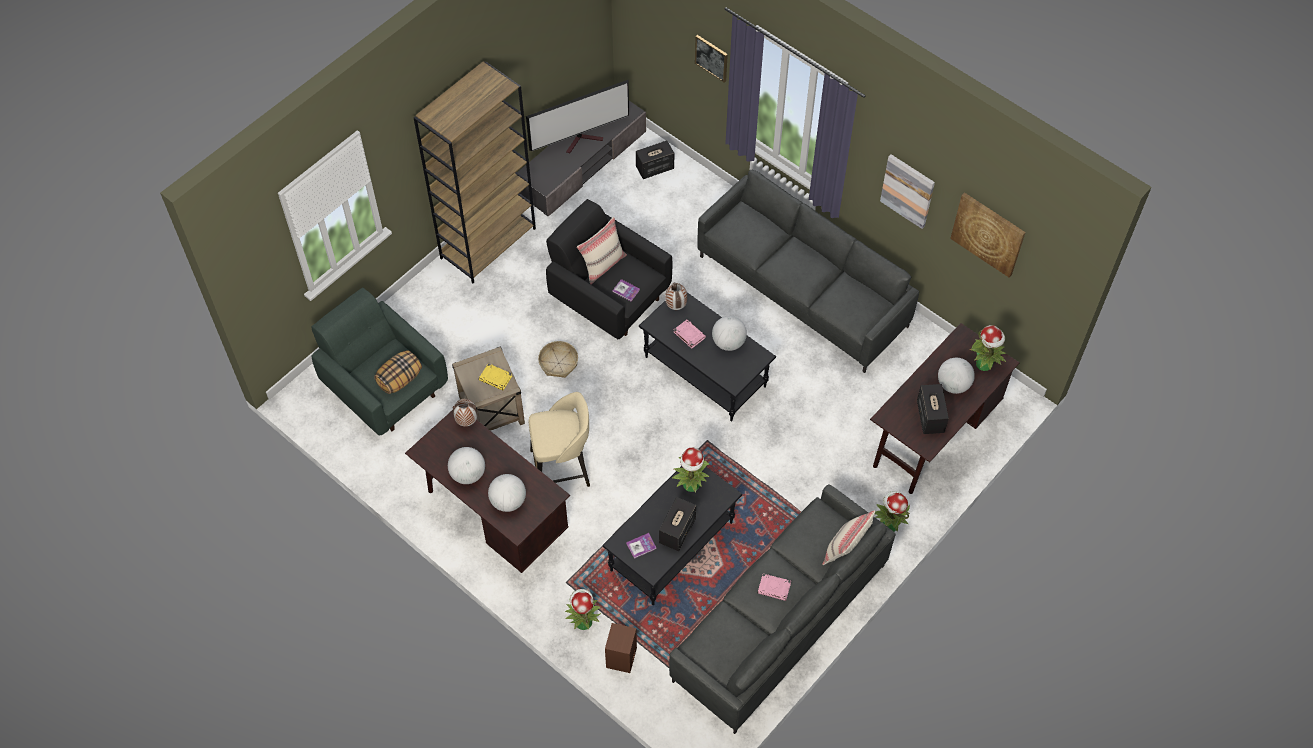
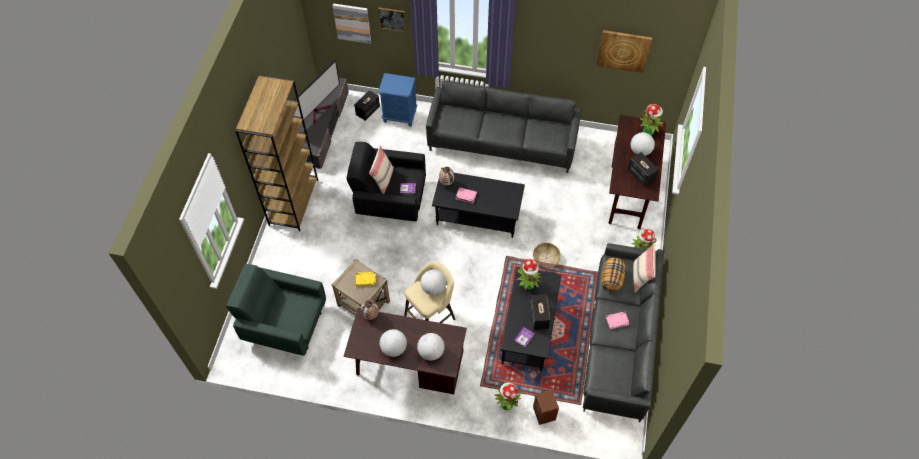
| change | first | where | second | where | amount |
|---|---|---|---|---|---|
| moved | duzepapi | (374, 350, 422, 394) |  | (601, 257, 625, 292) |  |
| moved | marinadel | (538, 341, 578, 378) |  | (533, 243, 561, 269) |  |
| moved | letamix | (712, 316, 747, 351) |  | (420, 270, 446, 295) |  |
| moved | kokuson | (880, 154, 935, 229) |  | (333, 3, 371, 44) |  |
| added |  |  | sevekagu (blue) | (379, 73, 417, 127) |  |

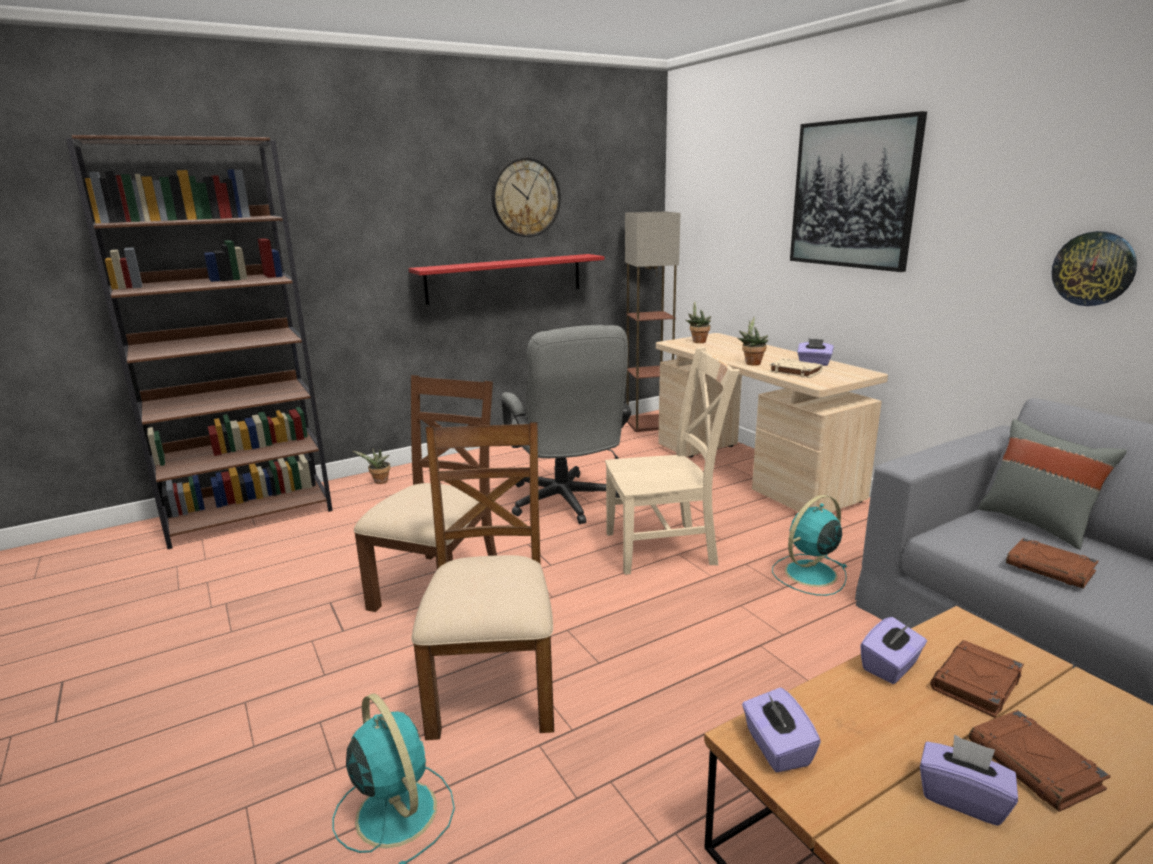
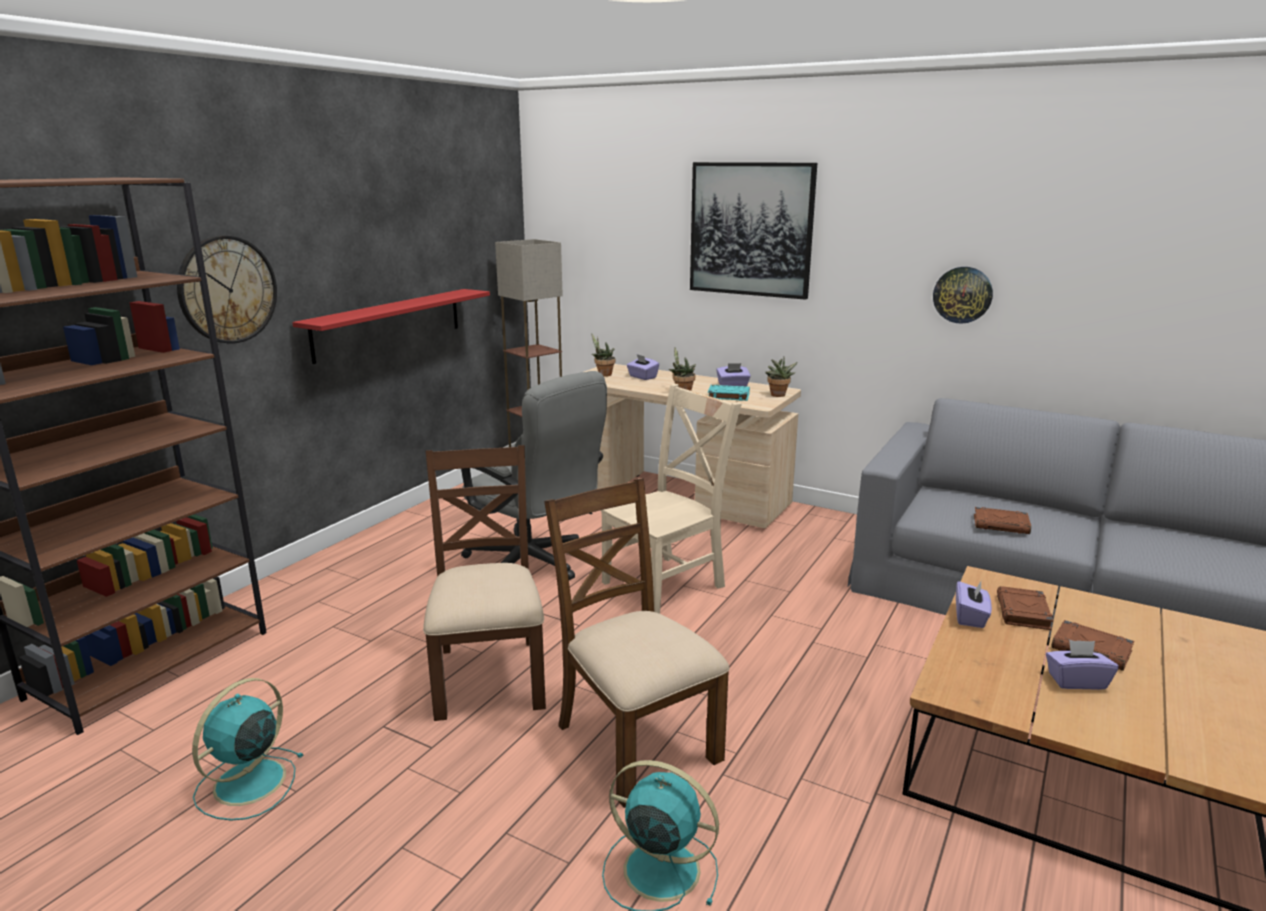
| change | first | where | second | where | amount |
|---|---|---|---|---|---|
| moved | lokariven | (353, 448, 390, 484) |  | (765, 357, 798, 397) |  |
| moved | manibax | (491, 158, 561, 237) |  | (177, 236, 277, 344) |  |
| moved | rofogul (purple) | (742, 687, 821, 772) |  | (627, 354, 659, 380) |  |
| recoloured | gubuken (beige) | (769, 359, 823, 378) | gubuken (turquoise) | (708, 385, 750, 401) |  |
| moved | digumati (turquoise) | (772, 495, 848, 596) |  | (192, 678, 304, 821) |  |
| removed | duzepapi (grey) | (978, 419, 1127, 550) |  |  |  |

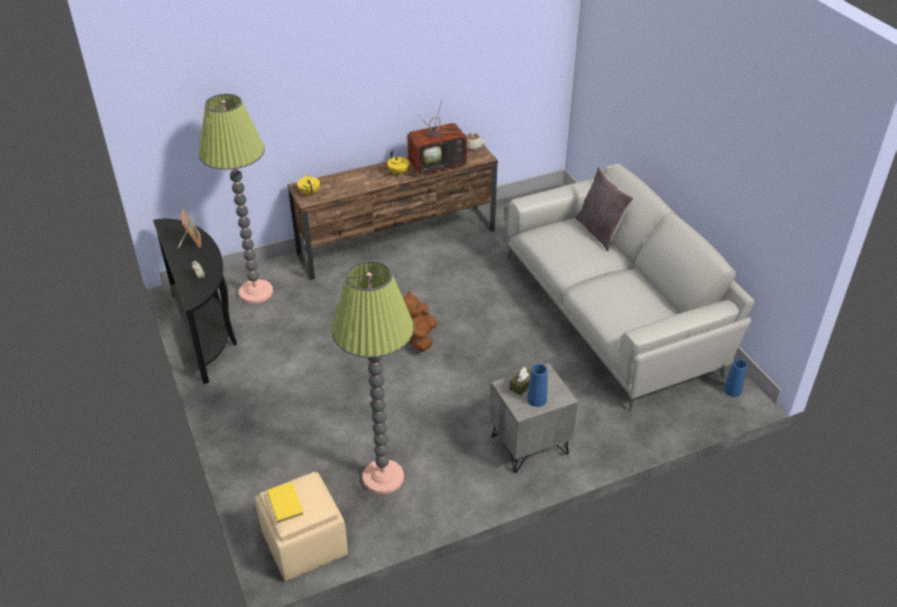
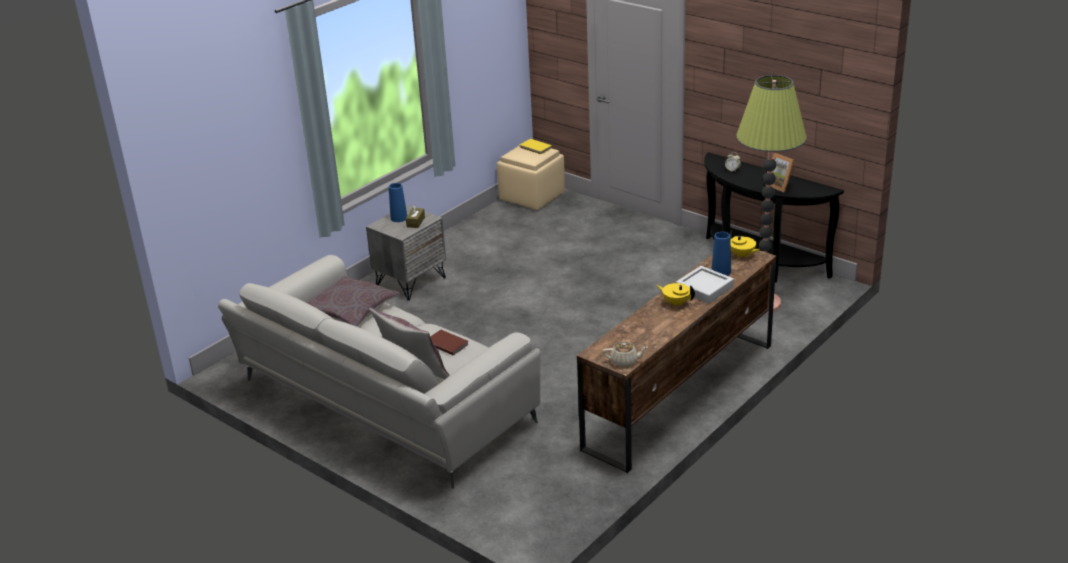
| change | first | where | second | where | amount |
|---|---|---|---|---|---|
| removed | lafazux | (332, 261, 414, 494) |  |  |  |
| removed | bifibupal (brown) | (403, 291, 437, 352) |  |  |  |
| removed | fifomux | (407, 99, 469, 176) |  |  |  |
| moved | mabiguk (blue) | (724, 359, 747, 397) |  | (711, 232, 731, 276) |  |
| added |  |  | duzepapi (grey) | (308, 276, 400, 327) |  |
| added |  |  | gubuken (brown) | (430, 330, 469, 355) |  |
| added |  |  | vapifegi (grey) | (676, 266, 734, 304) |  |

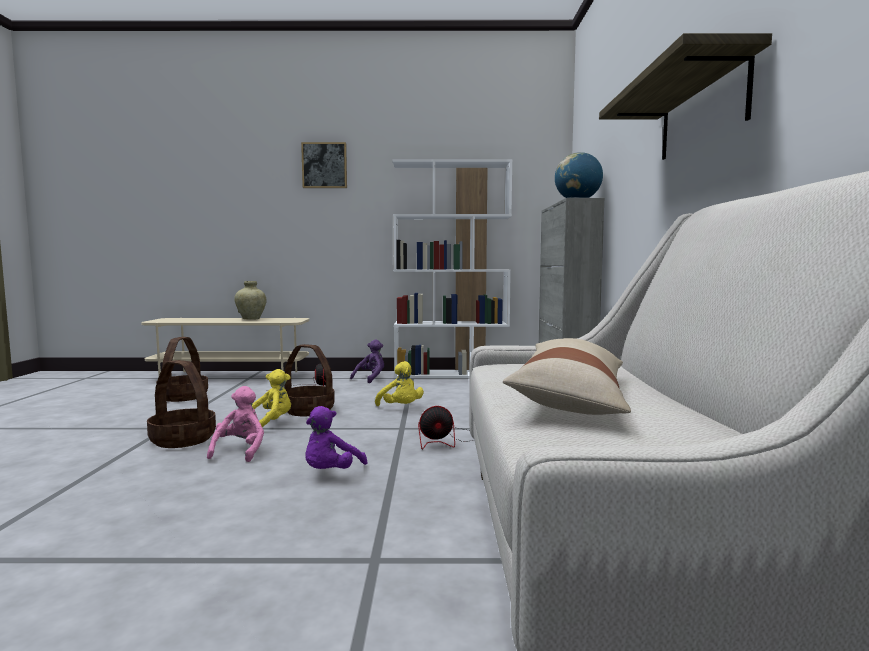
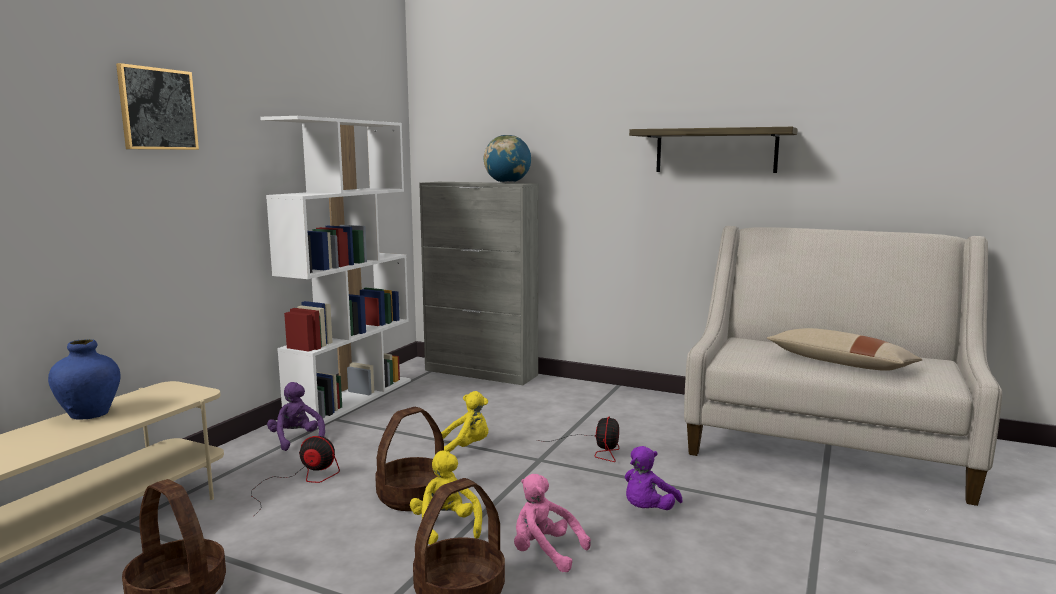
| change | first | where | second | where | amount |
|---|---|---|---|---|---|
| recoloured | mabiguk (beige) | (234, 281, 267, 320) | mabiguk (blue) | (48, 339, 121, 420) |  |
| turned | bifibupal (purple) | (306, 406, 367, 469) |  | (625, 446, 682, 510) | 75 degrees clockwise |

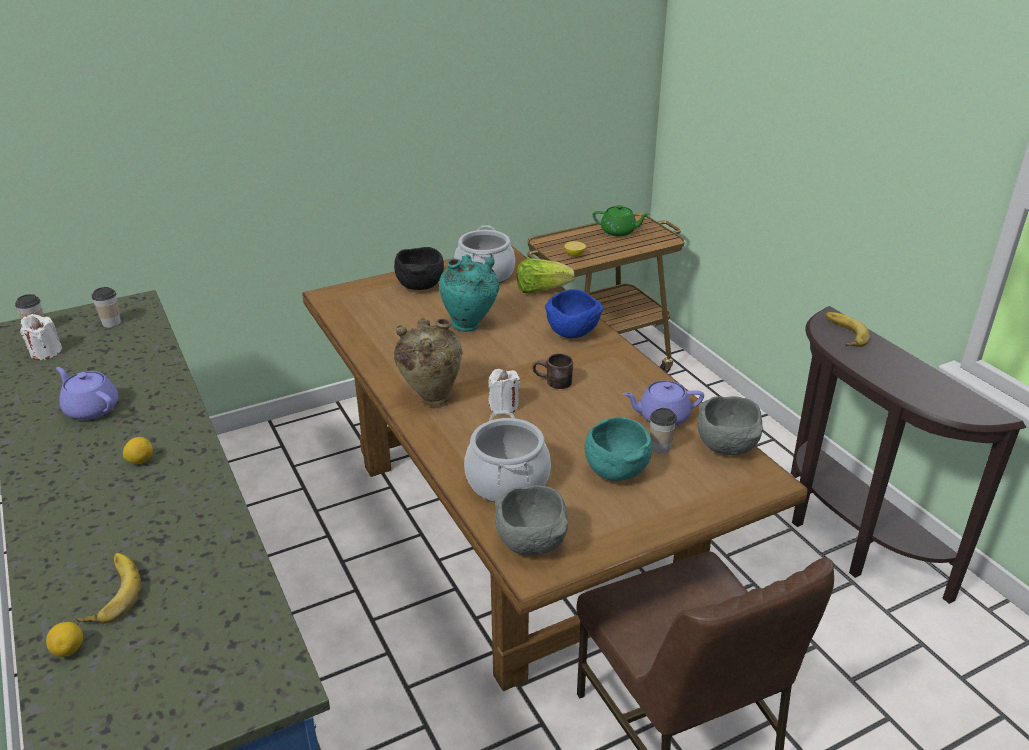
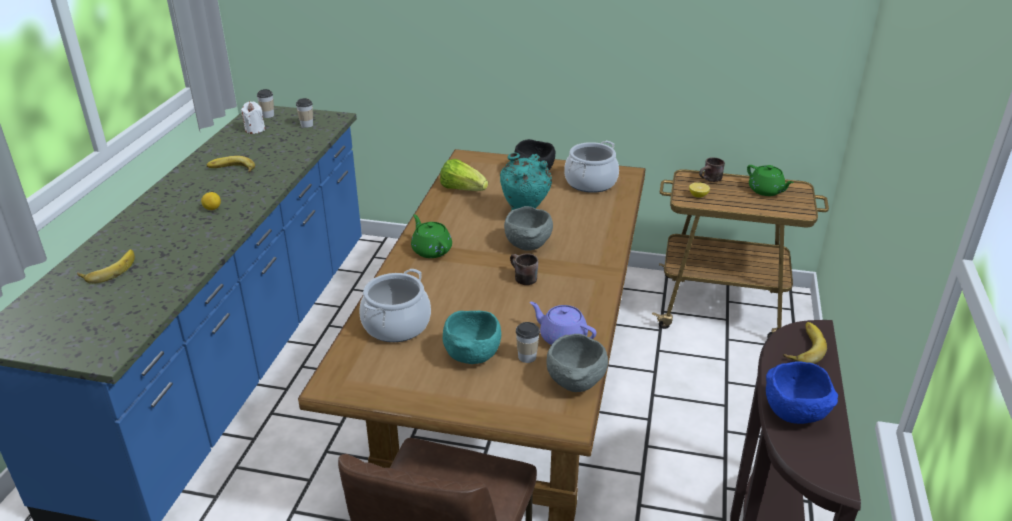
| change | first | where | second | where | amount |
|---|---|---|---|---|---|
| removed | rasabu | (46, 622, 83, 657) |  |  |  |
| replaced | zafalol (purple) | (56, 367, 118, 420) | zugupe | (206, 156, 255, 173) |  |
| replaced | mabiguk (beige) | (394, 318, 463, 406) | zafalol (green) | (411, 215, 452, 258) |  |
| removed | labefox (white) | (488, 369, 520, 415) |  |  |  |
| moved | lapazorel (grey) | (495, 485, 568, 555) |  | (504, 206, 553, 251) |  |
| moved | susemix | (517, 258, 575, 294) |  | (440, 159, 488, 191) |  |
| moved | lapazorel (blue) | (545, 289, 603, 338) |  | (766, 361, 838, 424) |  |
| added |  |  | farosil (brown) | (699, 157, 725, 182) |  |

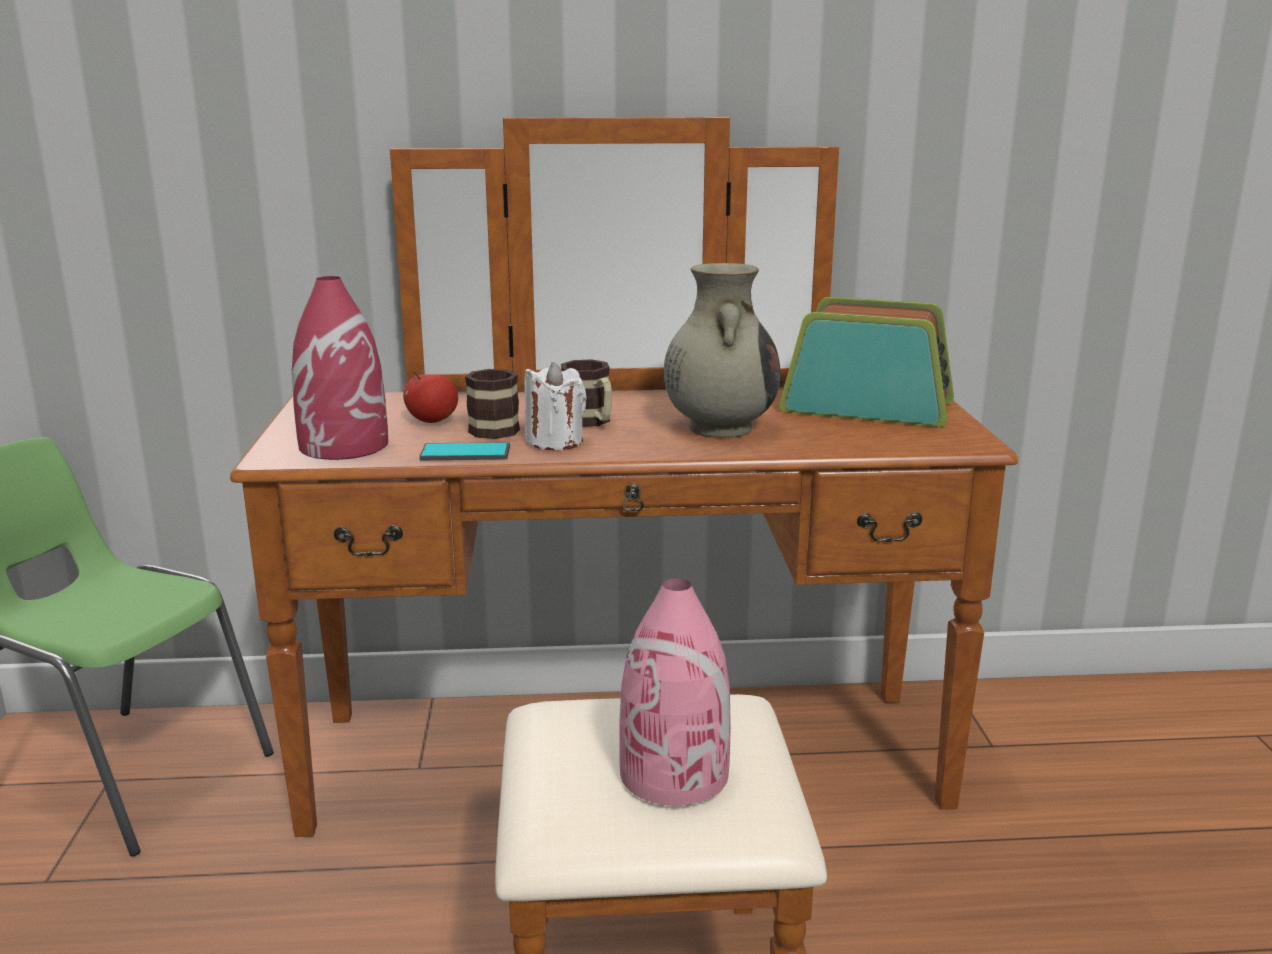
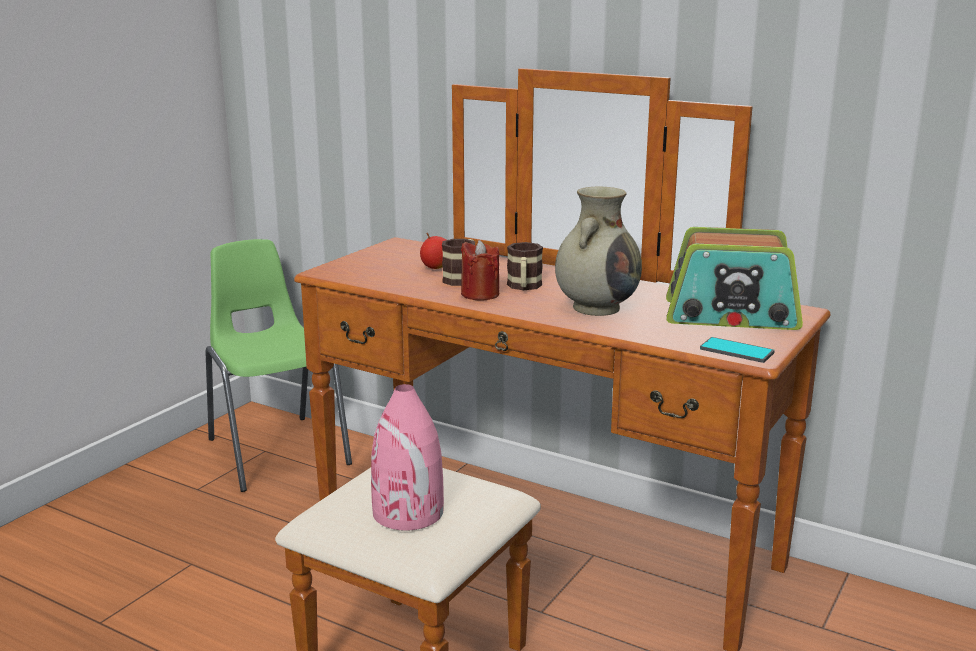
| change | first | where | second | where | amount |
|---|---|---|---|---|---|
| removed | mabiguk (red) | (292, 276, 388, 460) |  |  |  |
| moved | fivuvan | (420, 442, 510, 460) |  | (700, 337, 775, 363) |  |
| recoloured | labefox (white) | (524, 362, 587, 450) | labefox (red) | (461, 240, 499, 301) |  |
| turned | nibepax | (780, 297, 954, 427) |  | (666, 227, 803, 330) | 135 degrees clockwise |

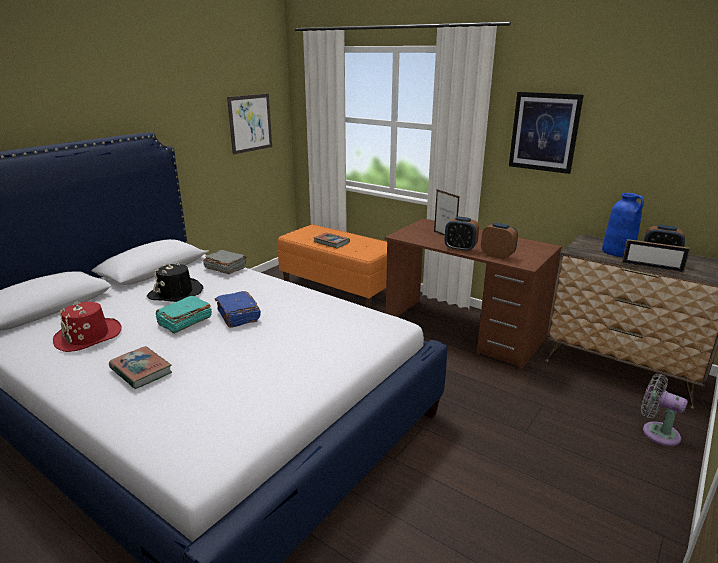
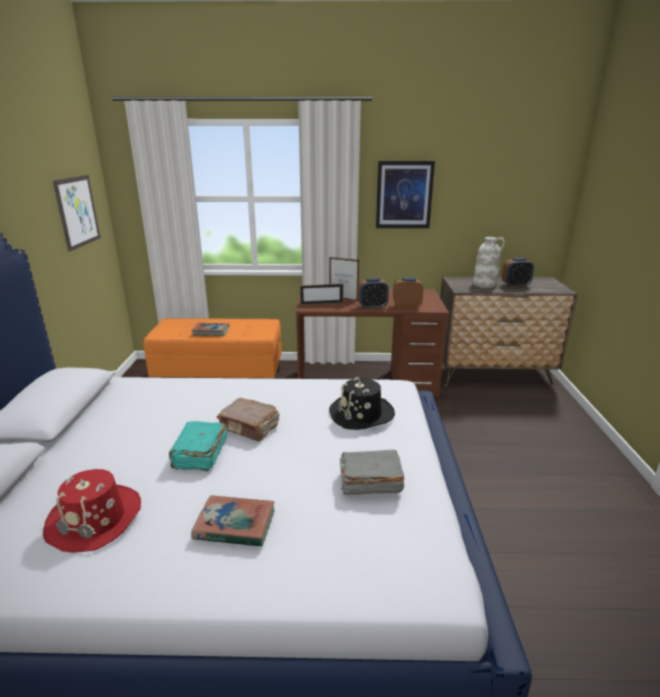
| change | first | where | second | where | amount |
|---|---|---|---|---|---|
| moved | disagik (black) | (147, 262, 203, 302) |  | (329, 377, 395, 430) |  |
| moved | gubuken (grey) | (203, 250, 247, 274) |  | (340, 450, 404, 495) |  |
| recoloured | gubuken (blue) | (215, 291, 261, 328) | gubuken (brown) | (217, 398, 279, 441) |  |
| recoloured | mabiguk (blue) | (602, 193, 644, 257) | mabiguk (white) | (473, 237, 505, 288) |  |
| moved | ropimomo | (622, 239, 691, 273) |  | (300, 283, 343, 305) |  |
| removed | digumati (grey) | (641, 374, 688, 446) |  |  |  |

